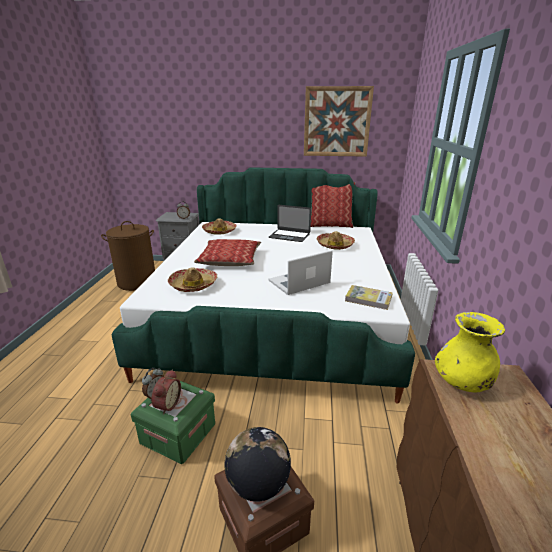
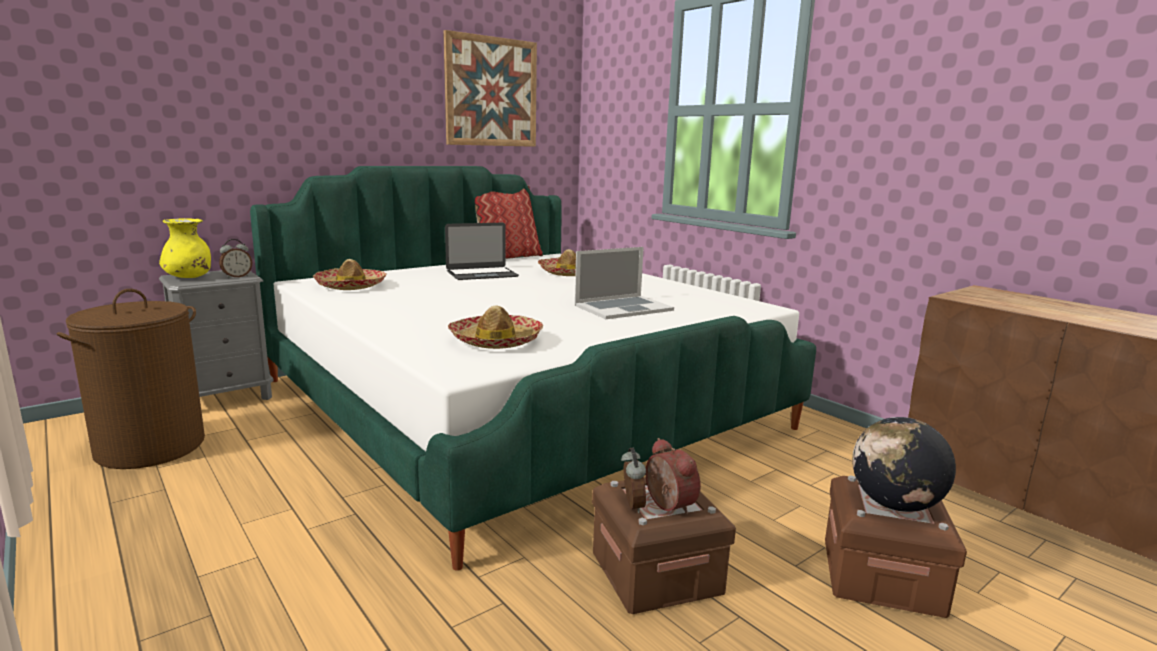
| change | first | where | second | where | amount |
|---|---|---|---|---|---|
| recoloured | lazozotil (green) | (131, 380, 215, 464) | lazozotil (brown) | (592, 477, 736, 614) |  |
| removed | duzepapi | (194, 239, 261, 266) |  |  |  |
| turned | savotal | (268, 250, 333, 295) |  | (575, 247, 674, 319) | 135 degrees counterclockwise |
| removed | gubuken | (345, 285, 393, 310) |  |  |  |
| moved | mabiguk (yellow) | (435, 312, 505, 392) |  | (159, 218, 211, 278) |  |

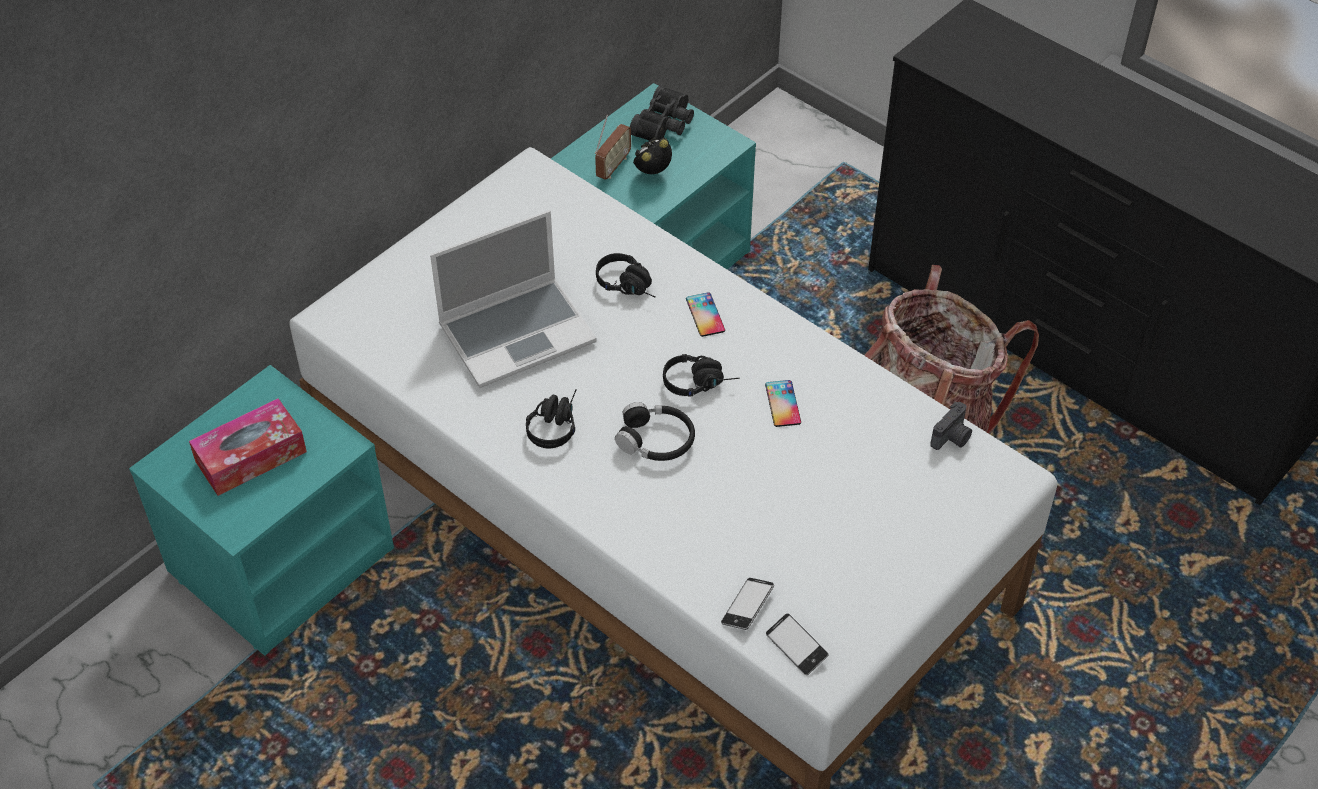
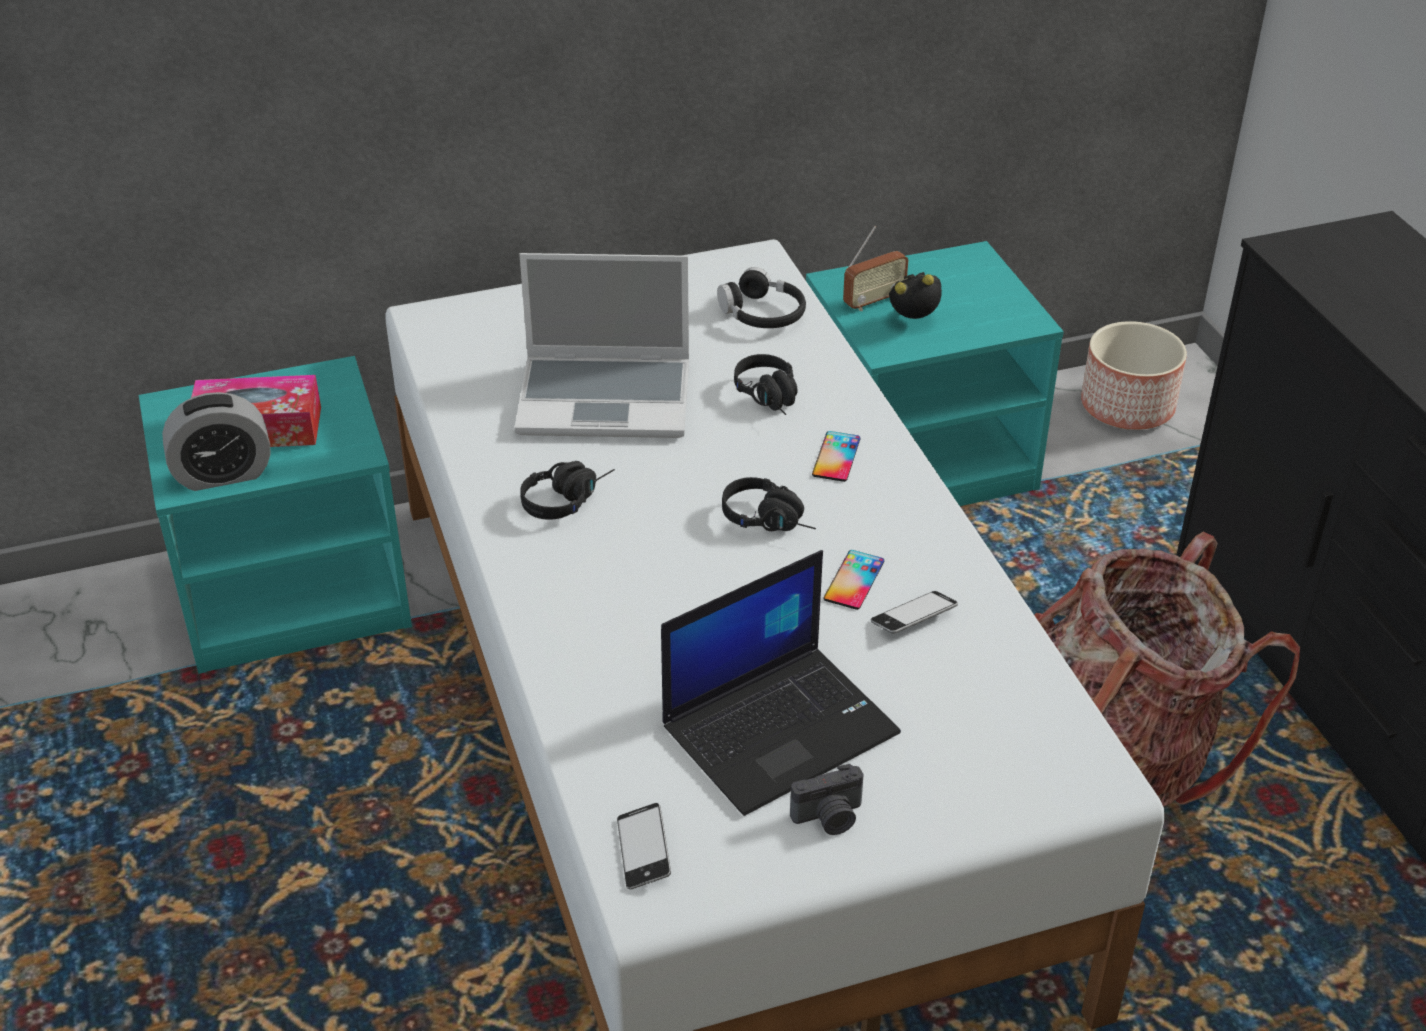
| change | first | where | second | where | amount |
|---|---|---|---|---|---|
| moved | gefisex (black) | (615, 402, 695, 461) |  | (717, 267, 806, 328) |  |
| removed | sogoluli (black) | (630, 86, 694, 141) |  |  |  |
| moved | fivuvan | (721, 578, 774, 630) |  | (871, 591, 958, 634) |  |
| moved | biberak | (930, 402, 972, 450) |  | (790, 764, 864, 835) |  |
| added |  |  | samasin | (162, 392, 271, 491) |  |
| added |  |  | savotal | (661, 550, 901, 816) |  |
| added |  |  | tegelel | (1081, 321, 1187, 430) |  |

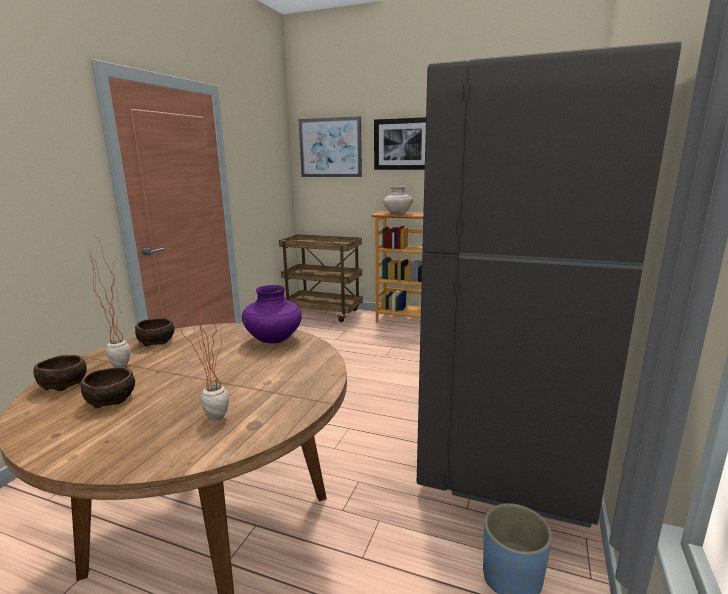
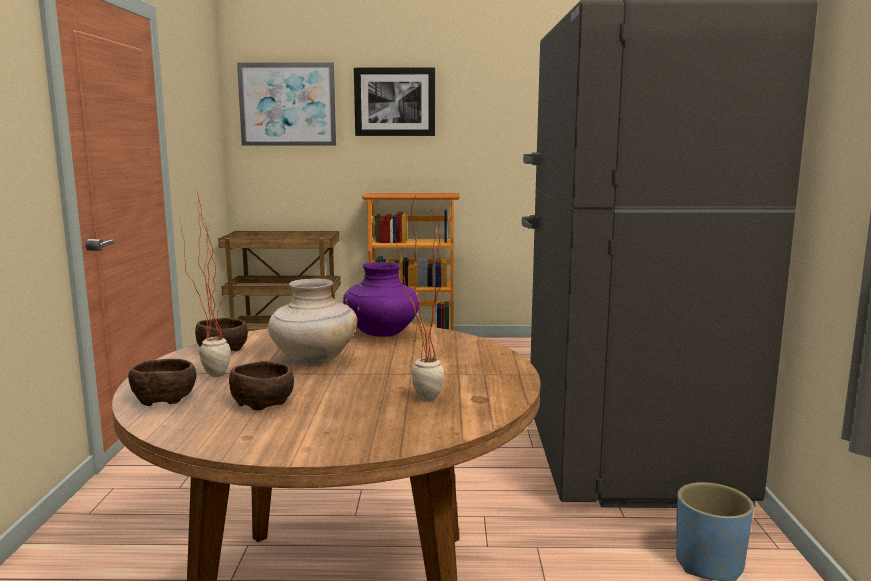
| change | first | where | second | where | amount |
|---|---|---|---|---|---|
| moved | mabiguk (beige) | (383, 186, 413, 214) |  | (268, 279, 357, 364) |  |

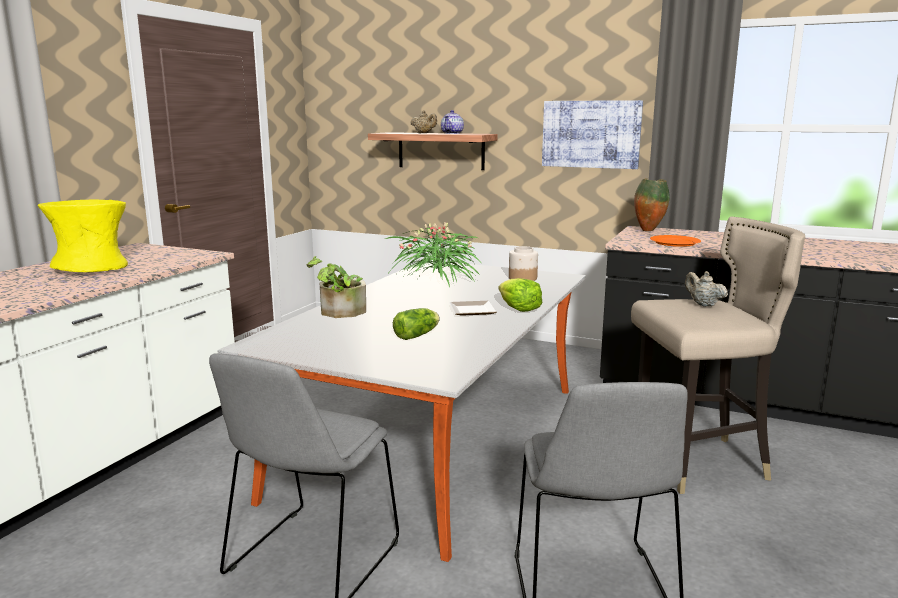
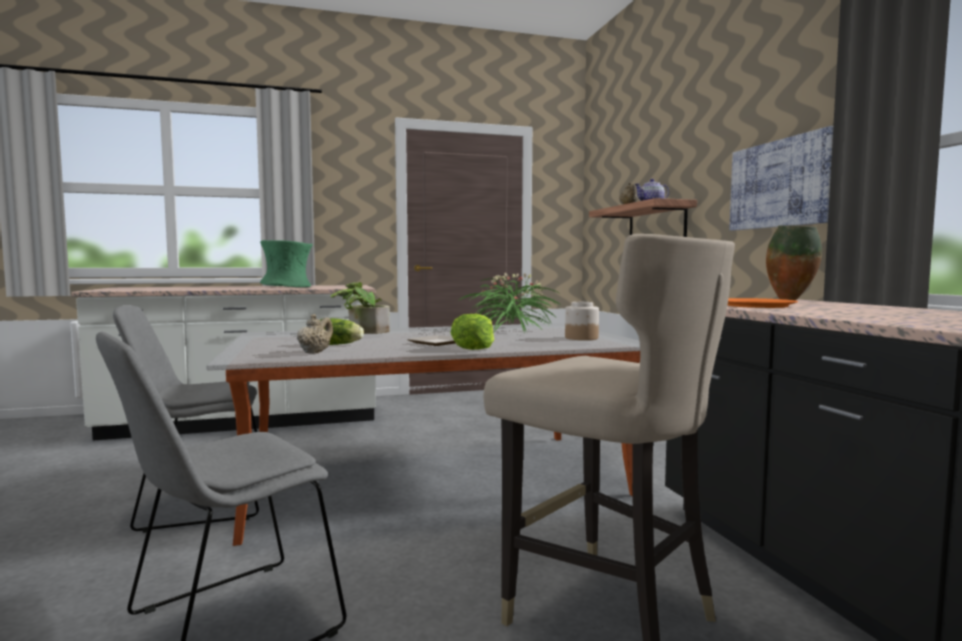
| change | first | where | second | where | amount |
|---|---|---|---|---|---|
| recoloured | mabiguk (yellow) | (38, 199, 128, 272) | mabiguk (green) | (260, 240, 313, 287) |  |
| moved | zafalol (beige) | (685, 271, 728, 307) |  | (297, 314, 333, 354) |  |

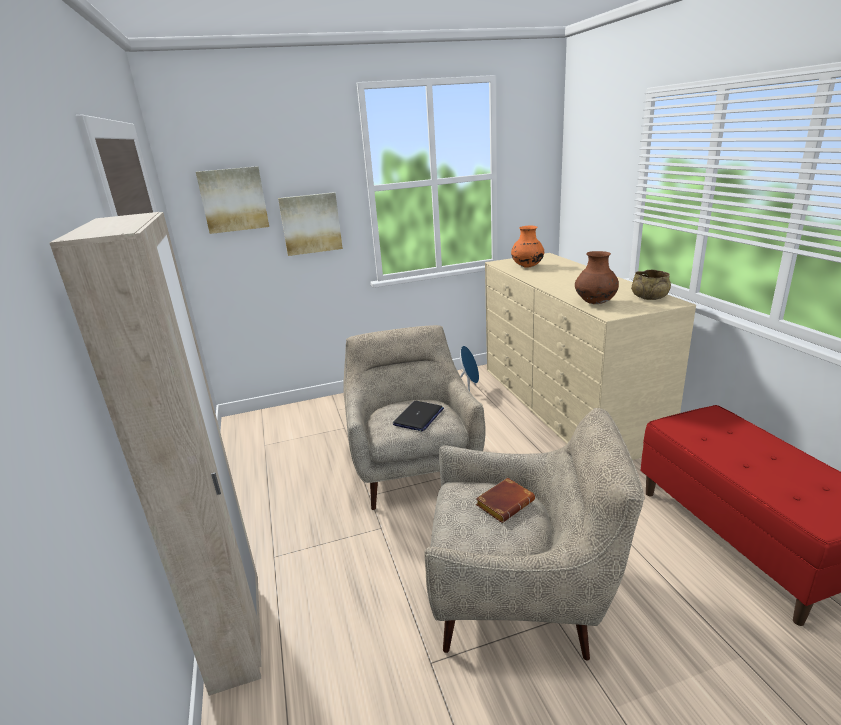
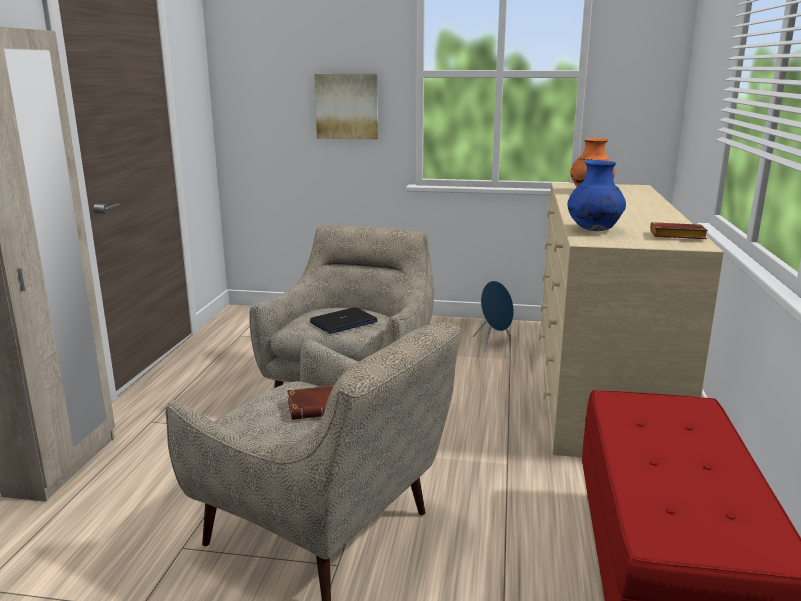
| change | first | where | second | where | amount |
|---|---|---|---|---|---|
| removed | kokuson | (196, 166, 269, 234) |  |  |  |
| recoloured | mabiguk (brown) | (575, 251, 619, 304) | mabiguk (blue) | (567, 160, 626, 231) |  |
| replaced | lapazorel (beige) | (631, 270, 671, 300) | gubuken (brown) | (650, 222, 708, 239) |  |

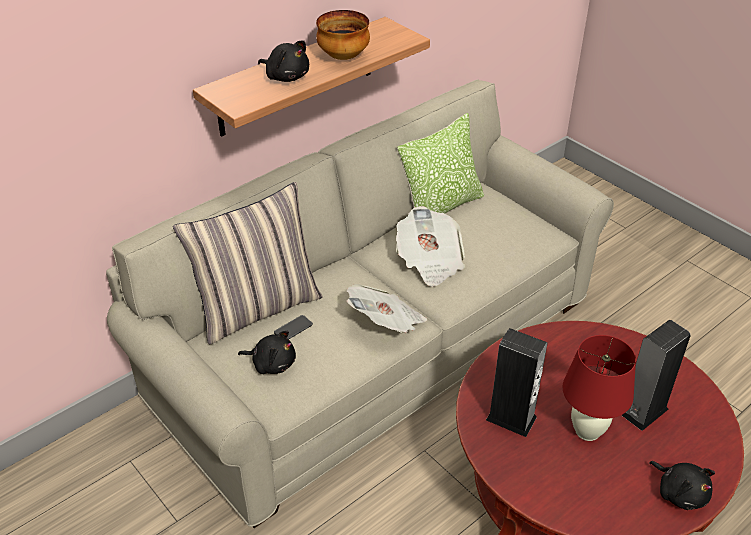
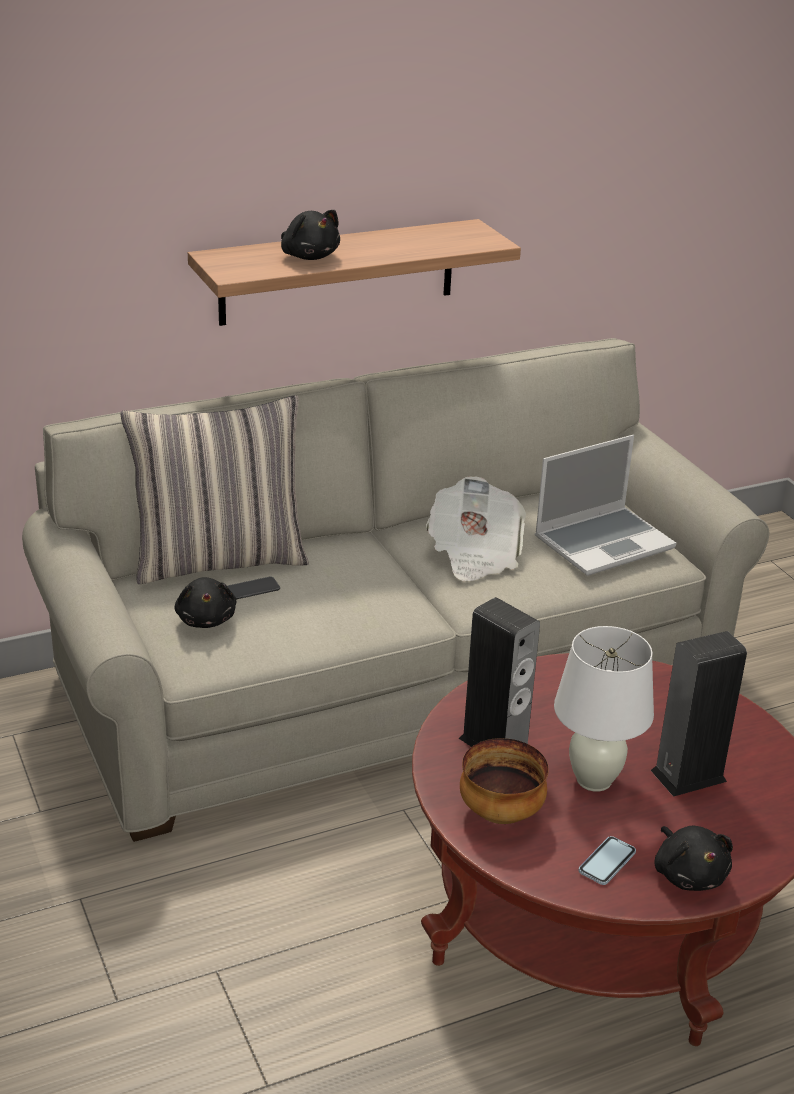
| change | first | where | second | where | amount |
|---|---|---|---|---|---|
| turned | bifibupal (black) | (238, 331, 296, 374) |  | (174, 577, 237, 628) | 45 degrees clockwise |
| moved | lapazorel | (316, 10, 370, 60) |  | (460, 738, 549, 824) |  |
| removed | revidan | (346, 284, 427, 333) |  |  |  |
| removed | duzepapi | (397, 113, 484, 213) |  |  |  |
| recoloured | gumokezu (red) | (562, 335, 636, 441) | gumokezu (white) | (554, 626, 654, 792) |  |
| added |  |  | savotal | (535, 435, 676, 576) |  |
| added |  |  | fivuvan | (578, 836, 636, 885) |  |

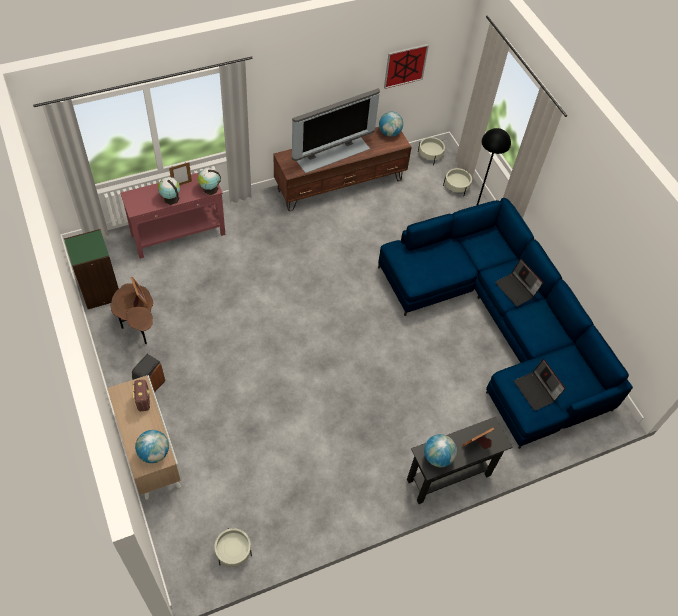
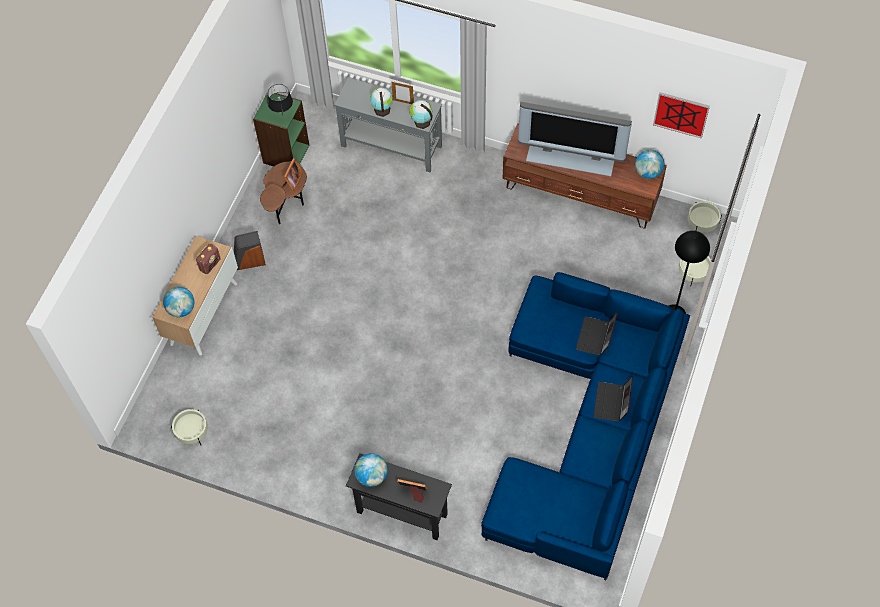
| change | first | where | second | where | amount |
|---|---|---|---|---|---|
| recoloured | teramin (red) | (120, 173, 225, 259) | teramin (grey) | (334, 78, 442, 172) |  |
| moved | savotal | (514, 359, 566, 411) |  | (576, 313, 617, 355) |  |
| added |  |  | gumokezu (black) | (267, 84, 293, 115) |  |

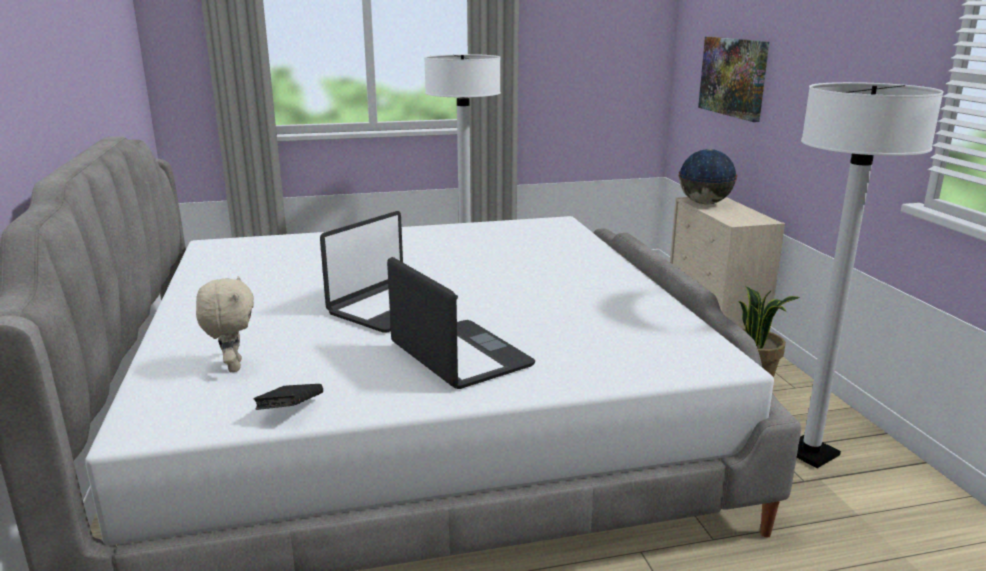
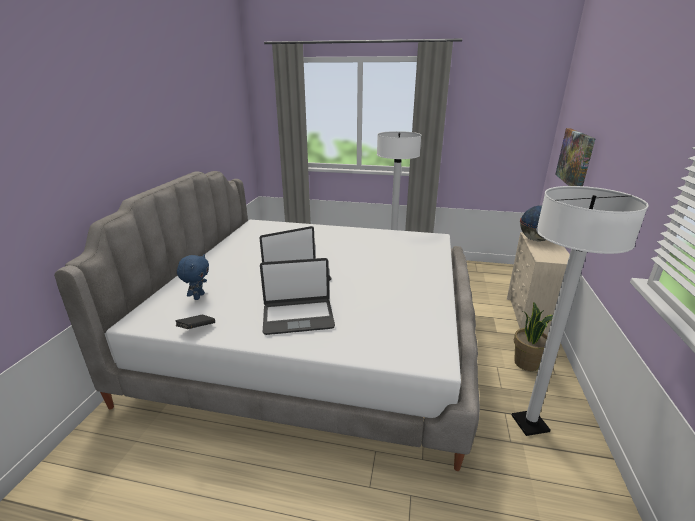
| change | first | where | second | where | amount |
|---|---|---|---|---|---|
| recoloured | bifibupal (beige) | (196, 276, 254, 372) | bifibupal (blue) | (177, 254, 209, 300) |  |
| turned | savotal | (387, 257, 535, 389) |  | (260, 258, 335, 335) | 90 degrees clockwise |

